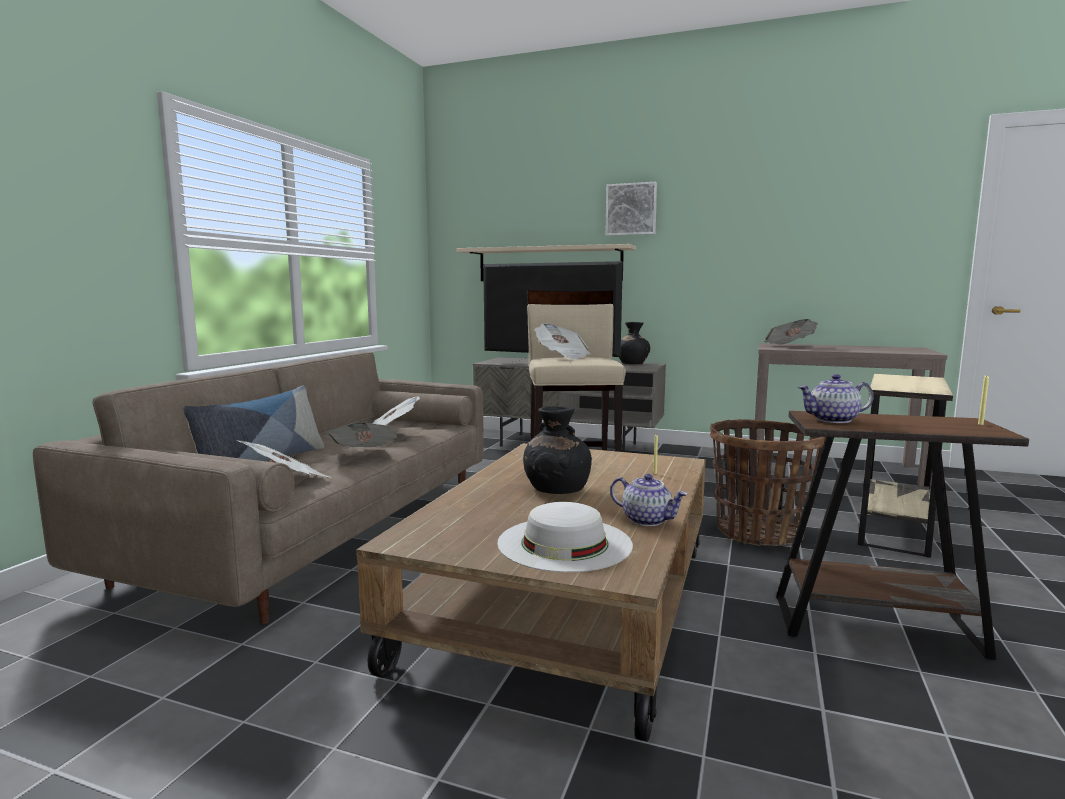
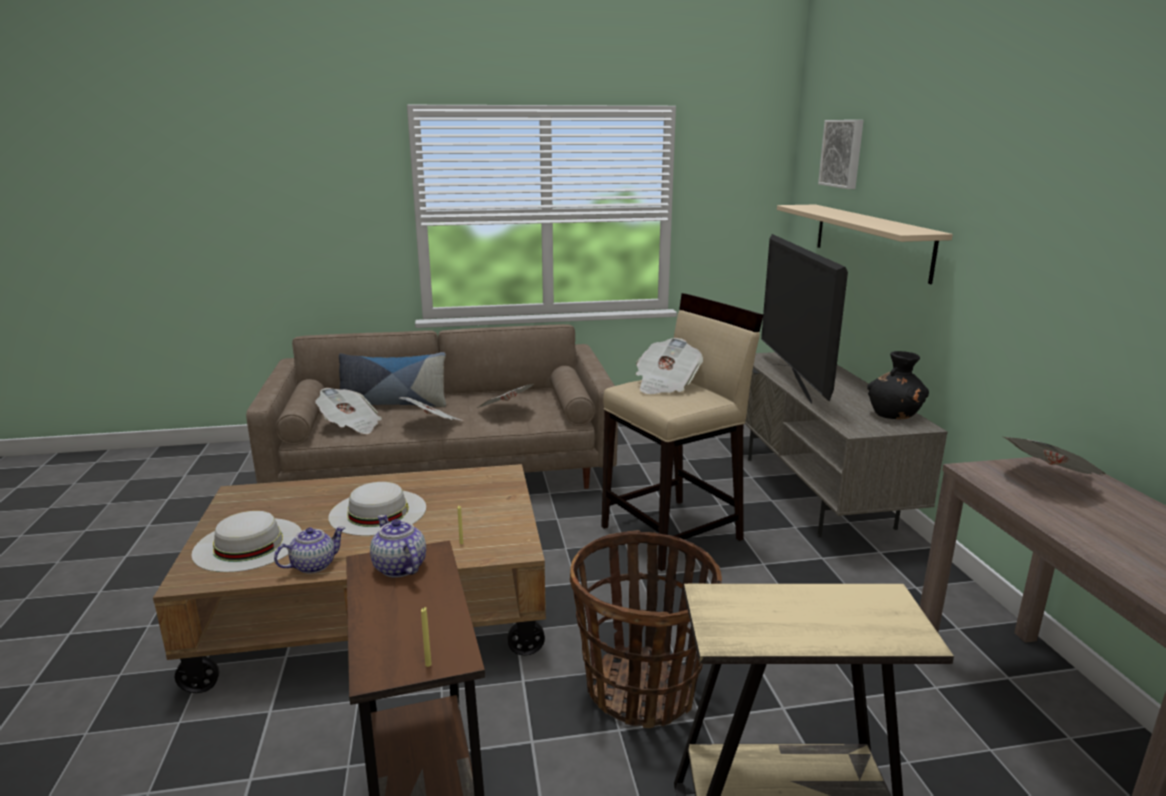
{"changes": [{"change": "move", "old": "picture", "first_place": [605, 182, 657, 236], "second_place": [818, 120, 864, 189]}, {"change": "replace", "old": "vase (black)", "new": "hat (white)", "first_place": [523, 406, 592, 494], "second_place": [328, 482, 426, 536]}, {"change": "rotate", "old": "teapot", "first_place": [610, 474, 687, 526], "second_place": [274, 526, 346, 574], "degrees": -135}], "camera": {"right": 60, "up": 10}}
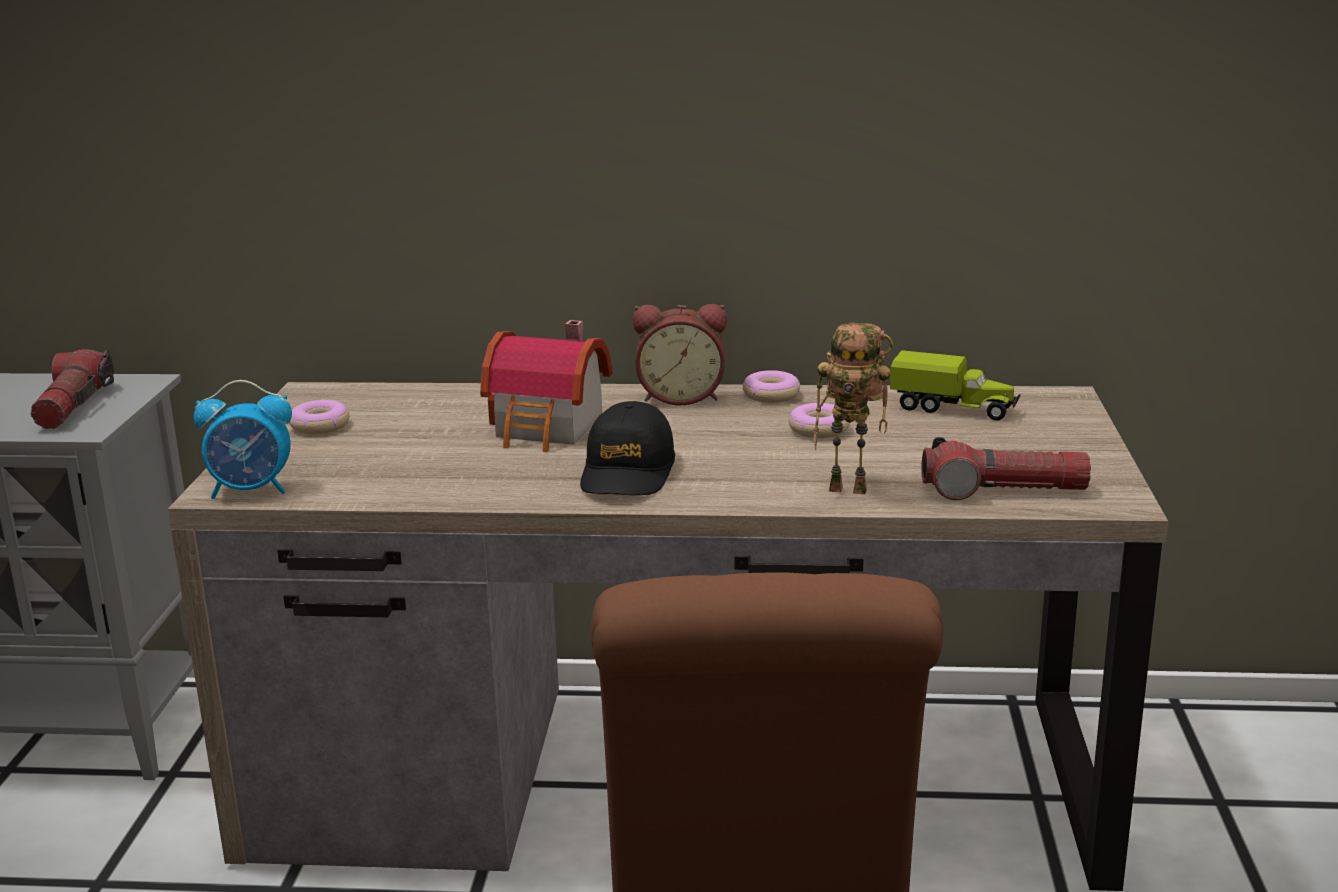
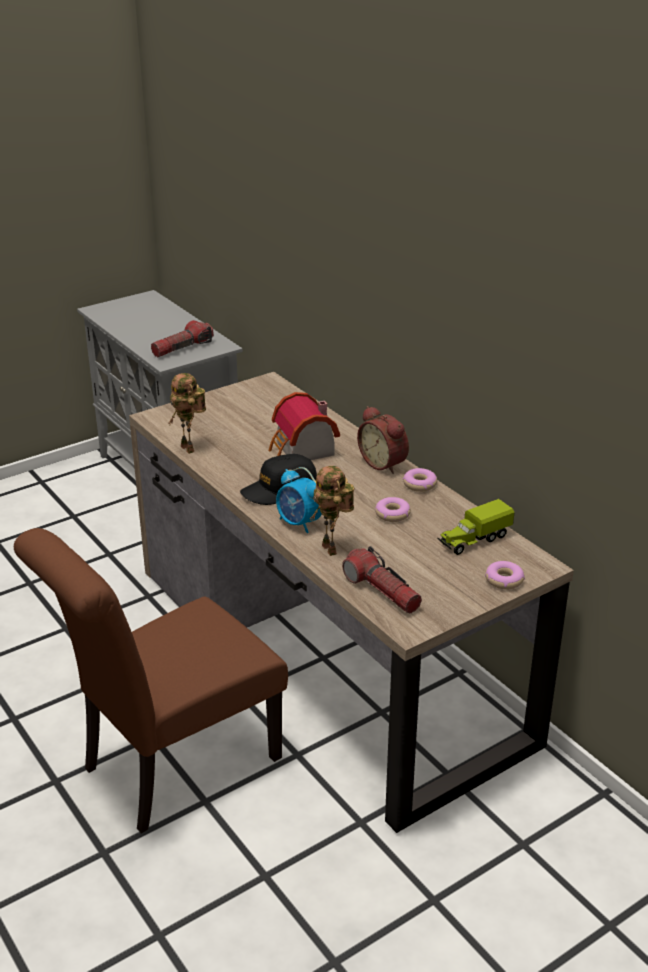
{"changes": [{"change": "rotate", "old": "toy truck", "first_place": [890, 350, 1021, 421], "second_place": [438, 499, 515, 555], "degrees": 75}, {"change": "move", "old": "alarm clock", "first_place": [194, 380, 292, 499], "second_place": [276, 467, 322, 533]}, {"change": "move", "old": "donut", "first_place": [289, 400, 350, 434], "second_place": [485, 561, 525, 589]}, {"change": "insert", "new": "toy robot", "second_place": [168, 373, 206, 454]}], "camera": {"right": 50, "up": 10}}
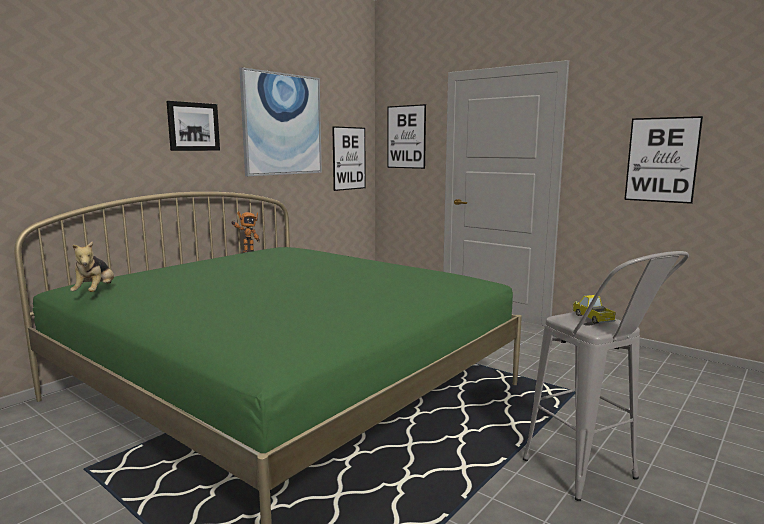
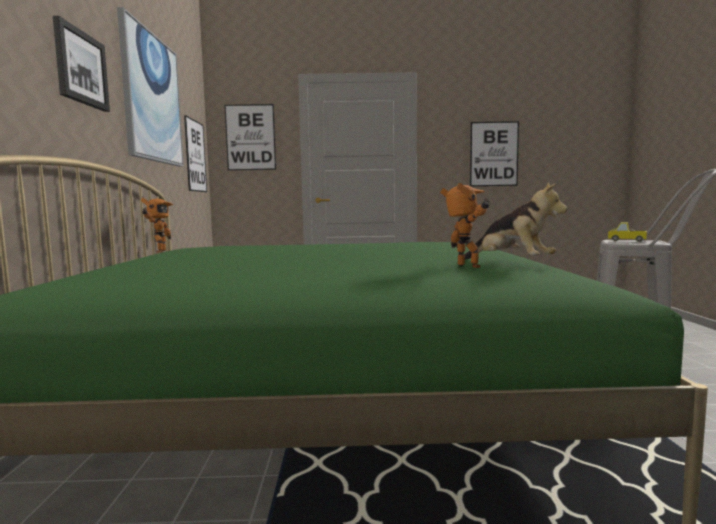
{"changes": [{"change": "move", "old": "plush toy", "first_place": [70, 241, 114, 292], "second_place": [465, 182, 567, 259]}, {"change": "insert", "new": "toy robot", "second_place": [440, 183, 491, 268]}], "camera": {"right": -40, "up": -5}}
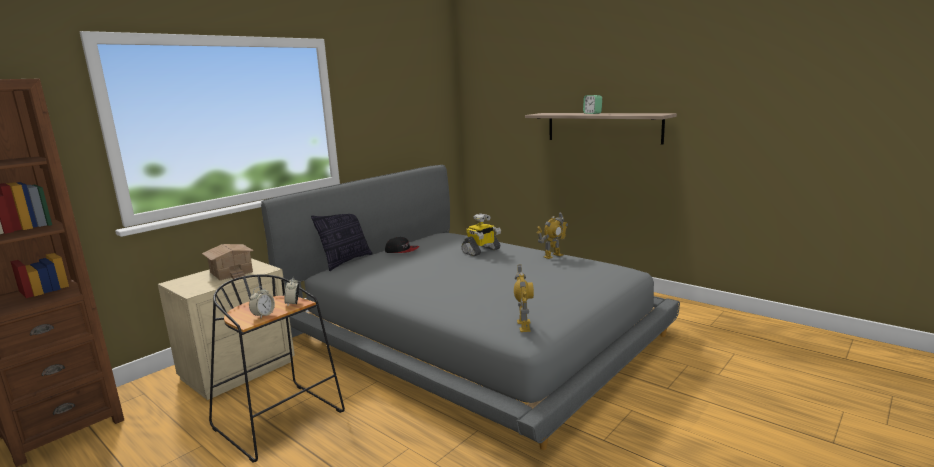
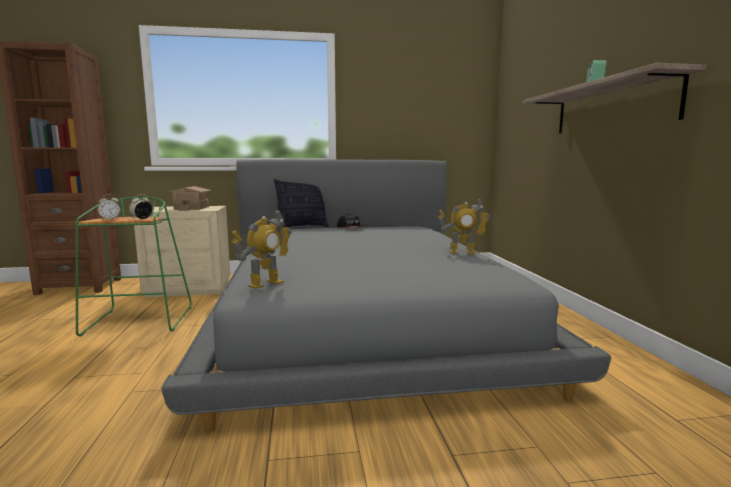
{"changes": [{"change": "delete", "old": "toy robot", "first_place": [461, 213, 501, 256]}, {"change": "recolor", "old": "stool (black)", "new": "stool (green)", "first_place": [209, 275, 345, 462], "second_place": [76, 197, 191, 336]}], "camera": {"right": 40, "up": -5}}
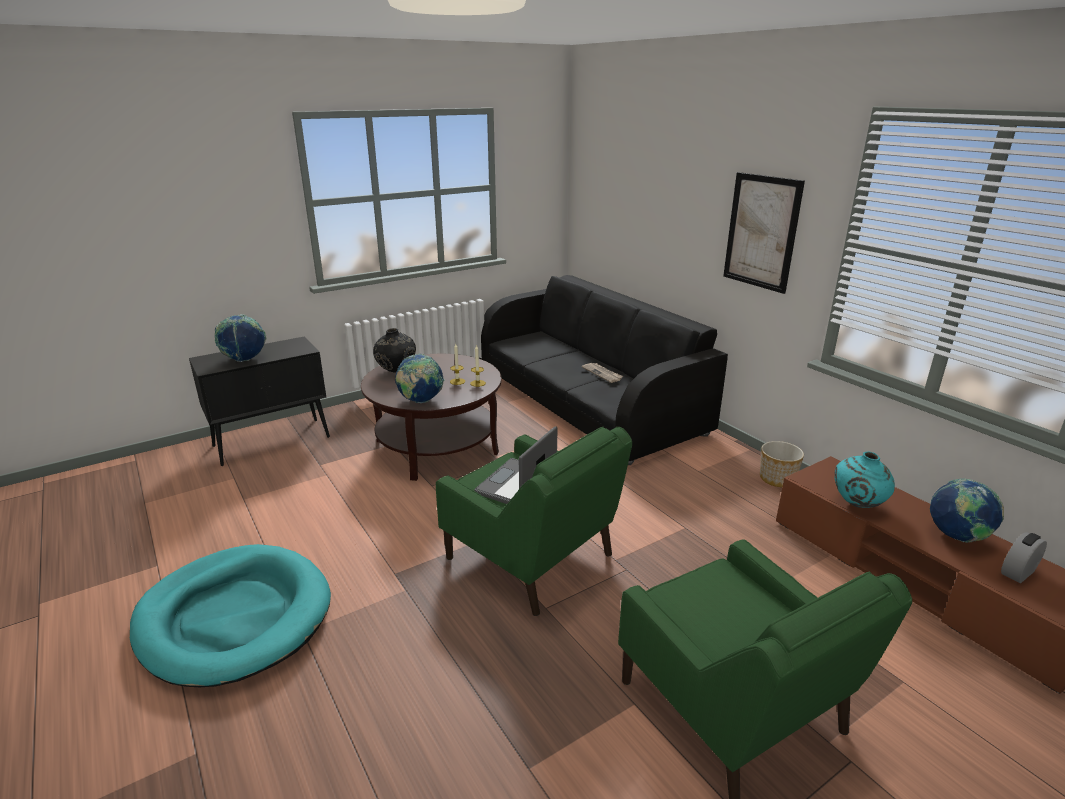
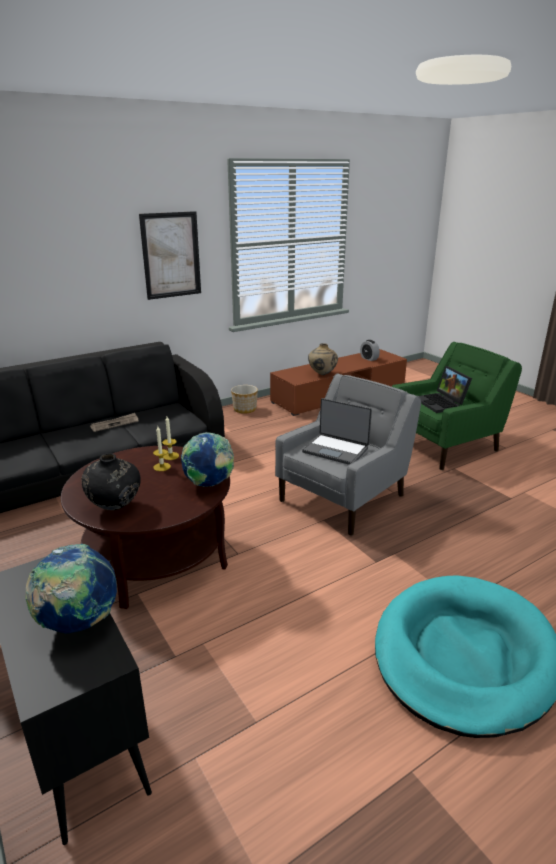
{"changes": [{"change": "recolor", "old": "armchair (green)", "new": "armchair (grey)", "first_place": [436, 427, 632, 616], "second_place": [275, 374, 421, 535]}, {"change": "recolor", "old": "vase (turquoise)", "new": "vase (beige)", "first_place": [834, 451, 895, 508], "second_place": [308, 343, 338, 375]}, {"change": "delete", "old": "globe", "first_place": [930, 478, 1004, 543]}, {"change": "insert", "new": "laptop", "second_place": [419, 366, 472, 413]}], "camera": {"right": -90, "up": 0}}
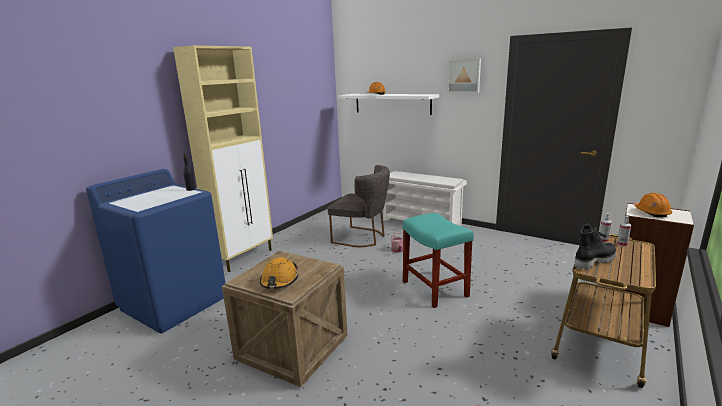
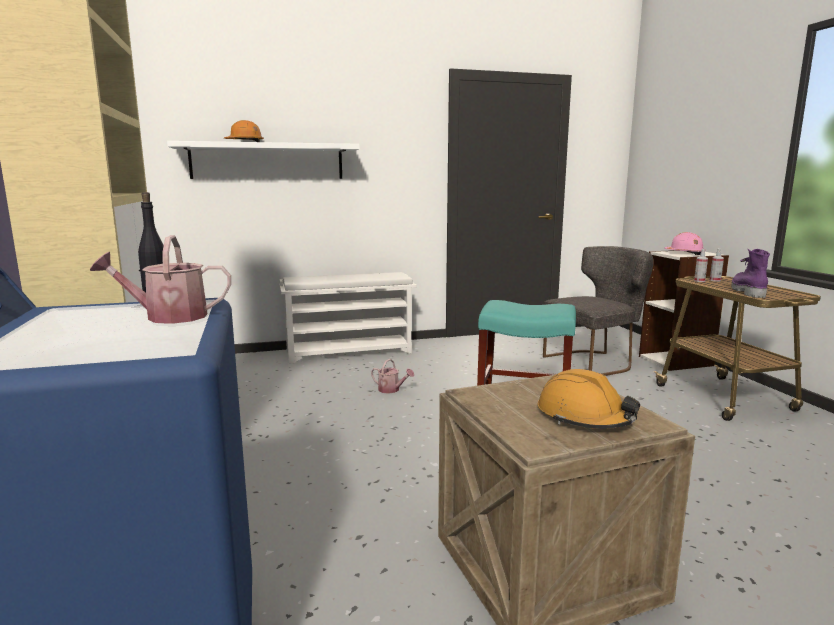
{"changes": [{"change": "delete", "old": "picture", "first_place": [448, 59, 481, 93]}, {"change": "move", "old": "chair (grey)", "first_place": [327, 165, 390, 247], "second_place": [543, 246, 653, 376]}, {"change": "recolor", "old": "hard hat (orange)", "new": "hard hat (pink)", "first_place": [634, 193, 672, 218], "second_place": [664, 232, 704, 255]}, {"change": "recolor", "old": "boot (black)", "new": "boot (purple)", "first_place": [574, 223, 616, 270], "second_place": [731, 249, 770, 298]}, {"change": "insert", "new": "watering can", "second_place": [90, 235, 231, 324]}], "camera": {"right": -50, "up": -5}}
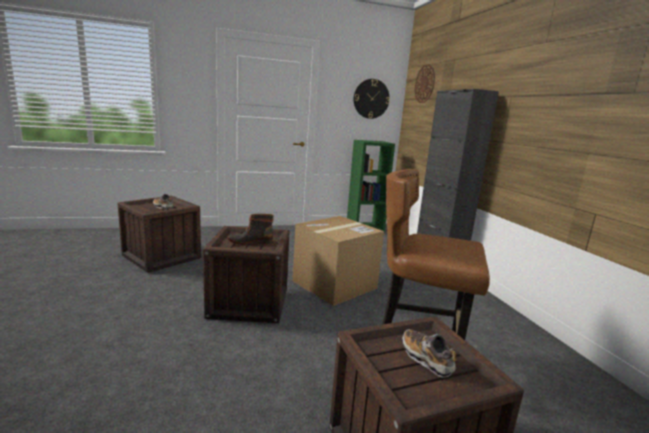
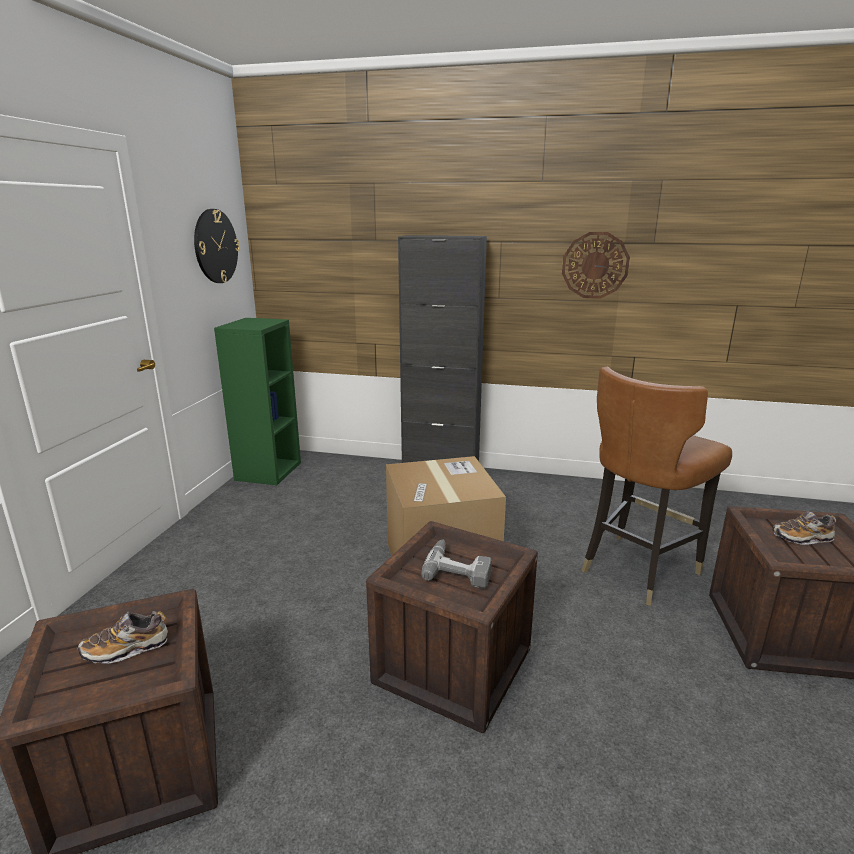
{"changes": [{"change": "move", "old": "wall clock", "first_place": [414, 64, 435, 103], "second_place": [562, 232, 630, 299]}, {"change": "replace", "old": "boot", "new": "power drill", "first_place": [227, 214, 274, 245], "second_place": [421, 539, 492, 589]}], "camera": {"right": -60, "up": 5}}
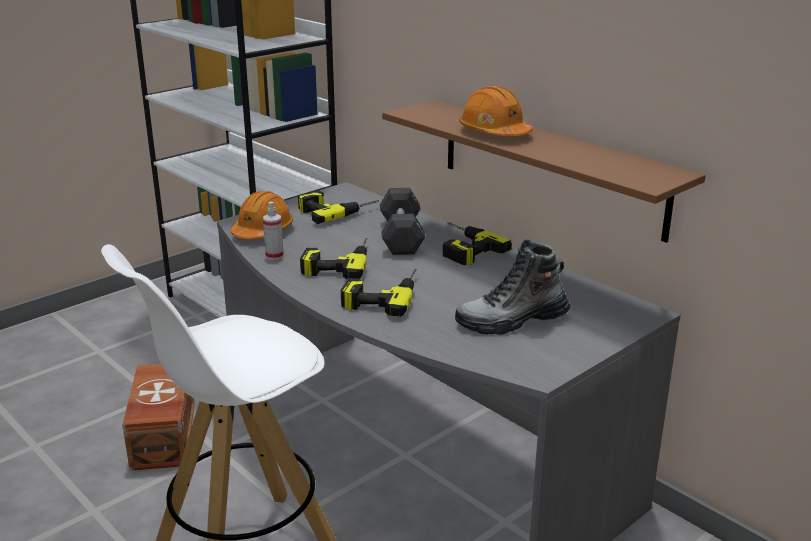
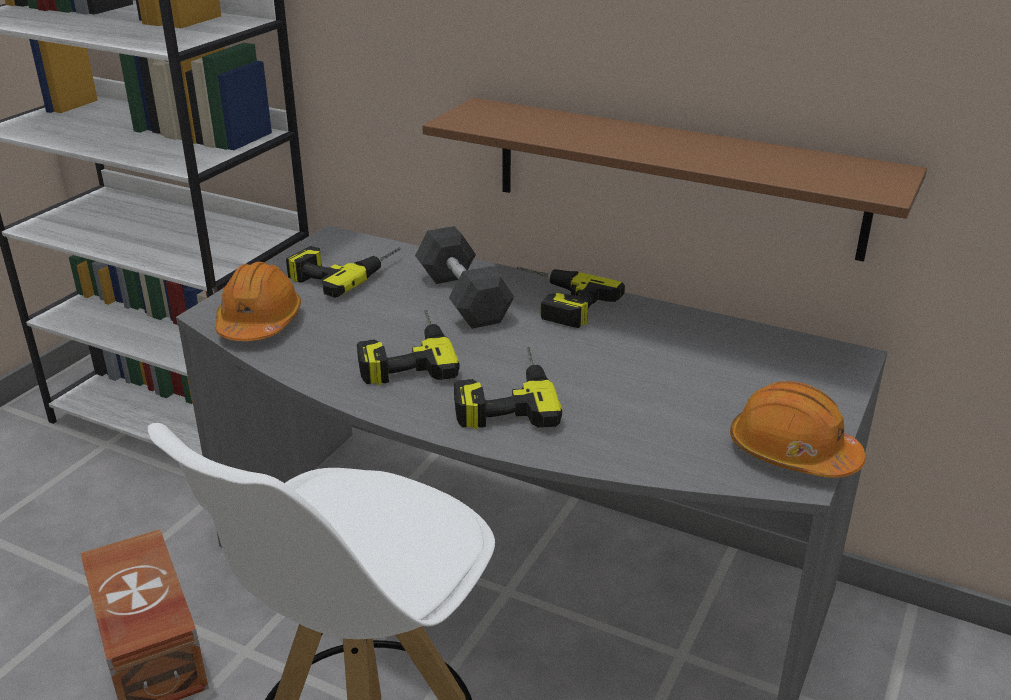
{"changes": [{"change": "move", "old": "hard hat (orange)", "first_place": [459, 86, 533, 136], "second_place": [730, 381, 865, 478]}, {"change": "delete", "old": "spray bottle", "first_place": [263, 202, 284, 260]}, {"change": "delete", "old": "boot", "first_place": [455, 239, 571, 335]}], "camera": {"right": -20, "up": 5}}
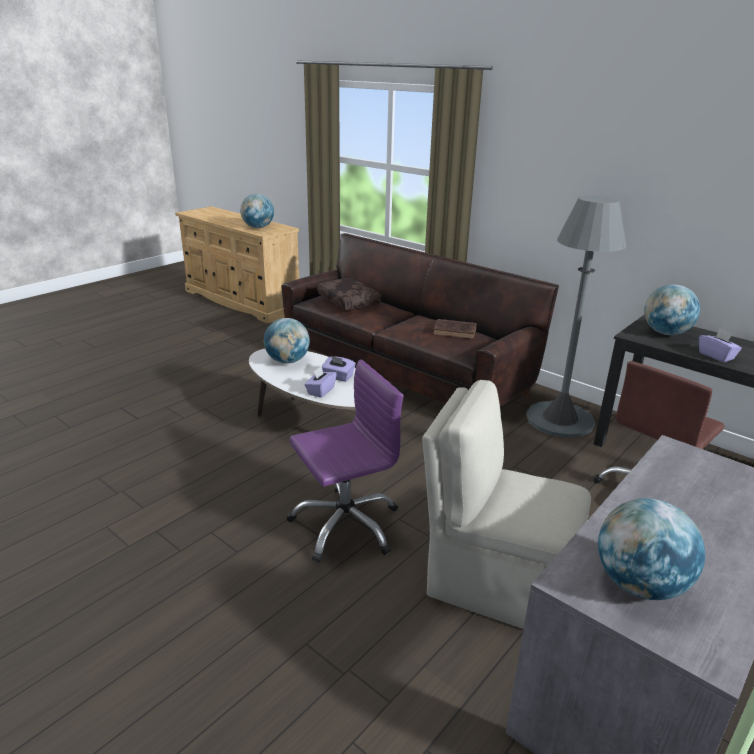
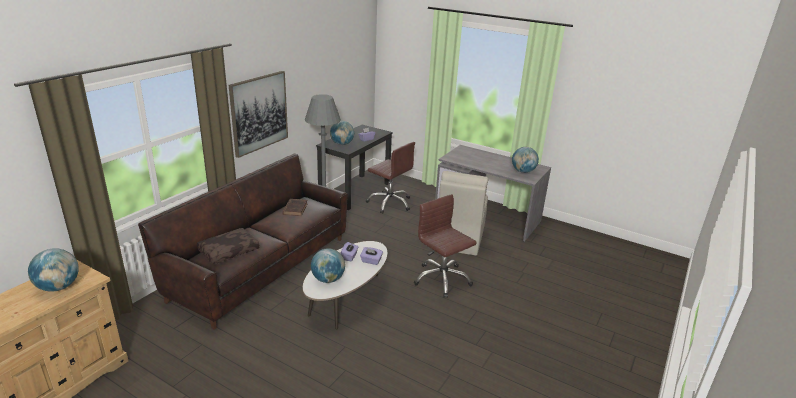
{"changes": [{"change": "recolor", "old": "office chair (purple)", "new": "office chair (brown)", "first_place": [286, 359, 404, 563], "second_place": [414, 194, 477, 298]}, {"change": "insert", "new": "picture", "second_place": [229, 71, 288, 158]}], "camera": {"right": -100, "up": 0}}
